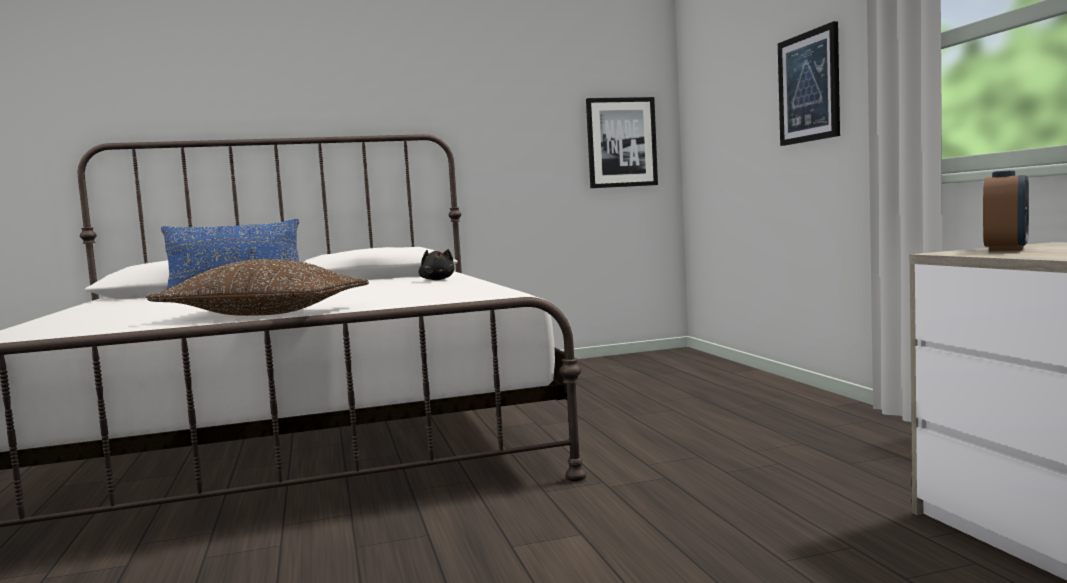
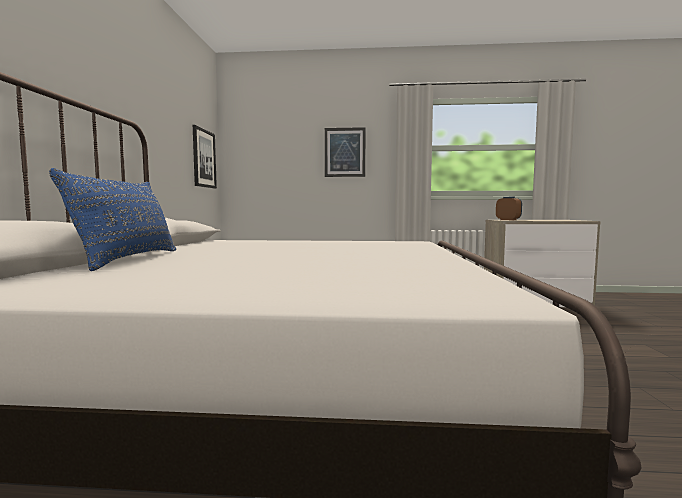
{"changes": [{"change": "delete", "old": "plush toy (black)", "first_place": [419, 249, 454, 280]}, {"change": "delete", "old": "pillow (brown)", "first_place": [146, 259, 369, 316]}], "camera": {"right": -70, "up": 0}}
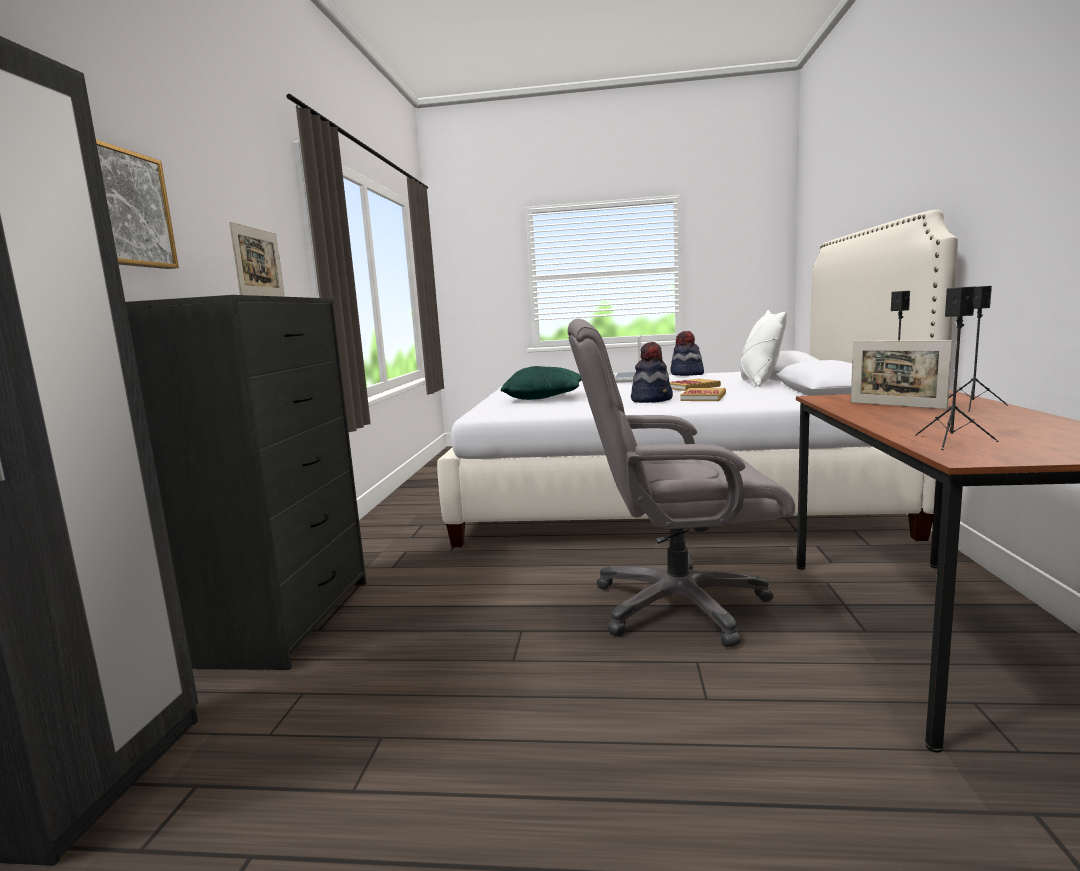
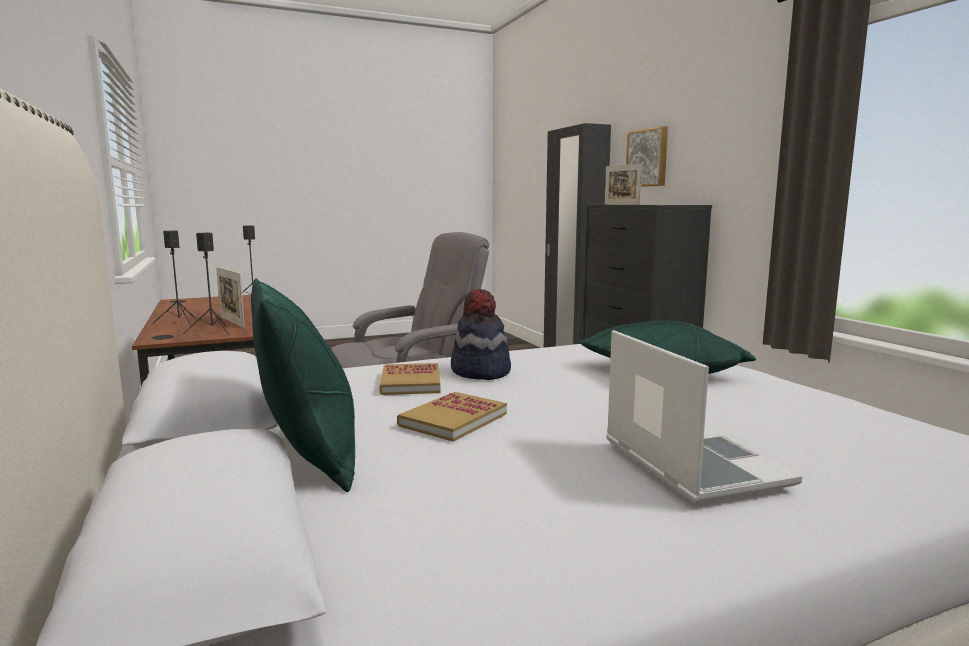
{"changes": [{"change": "recolor", "old": "pillow (white)", "new": "pillow (green)", "first_place": [741, 310, 787, 387], "second_place": [251, 278, 355, 492]}, {"change": "delete", "old": "hat", "first_place": [671, 331, 704, 376]}, {"change": "rotate", "old": "picture frame", "first_place": [851, 340, 952, 409], "second_place": [216, 267, 245, 328], "degrees": -150}], "camera": {"right": 150, "up": 0}}
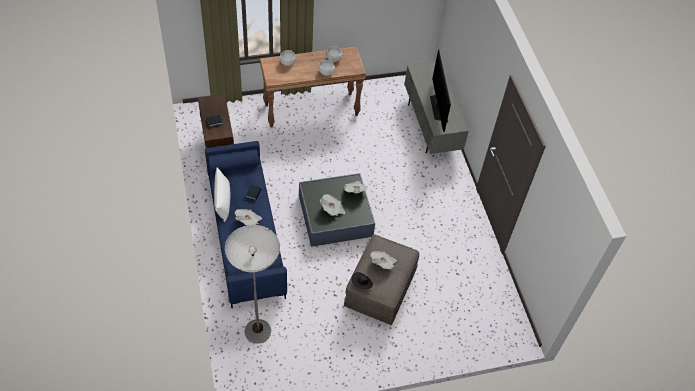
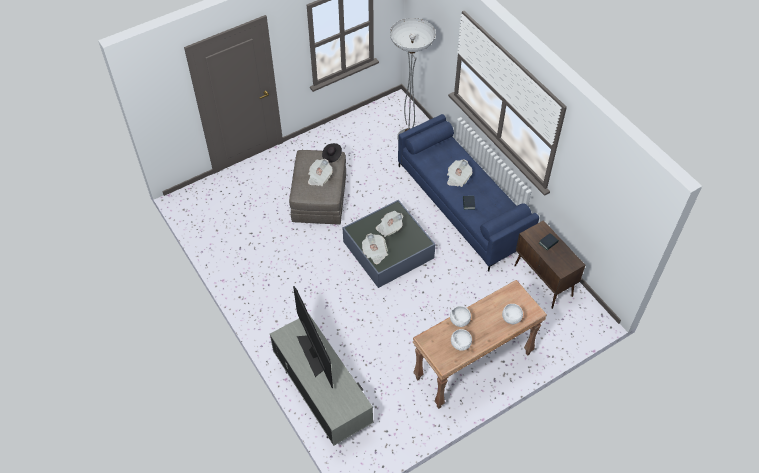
{"changes": [{"change": "delete", "old": "pillow (white)", "first_place": [214, 168, 230, 222]}], "camera": {"right": 165, "up": 0}}
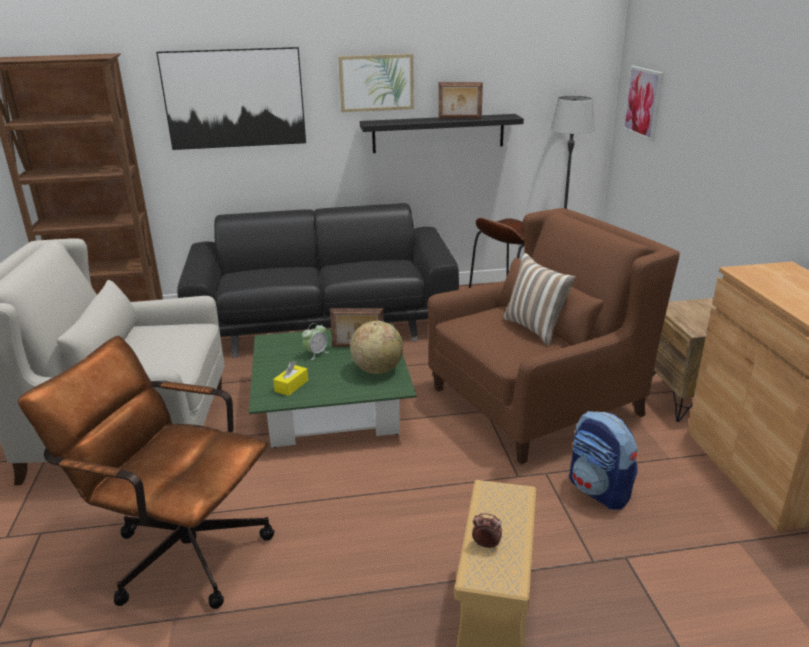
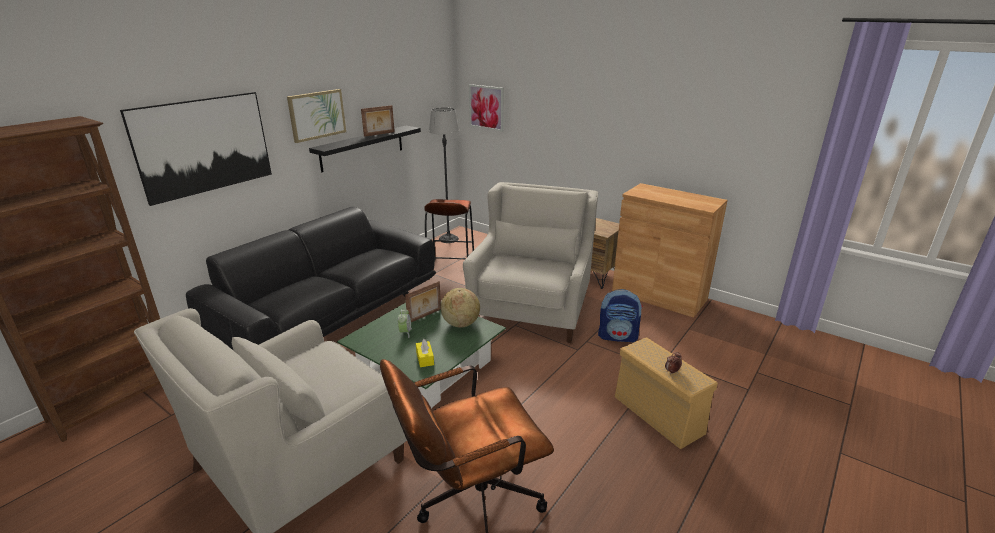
{"changes": [{"change": "recolor", "old": "armchair (brown)", "new": "armchair (white)", "first_place": [427, 208, 680, 464], "second_place": [463, 182, 598, 343]}, {"change": "delete", "old": "pillow", "first_place": [503, 253, 576, 346]}], "camera": {"right": -45, "up": 0}}
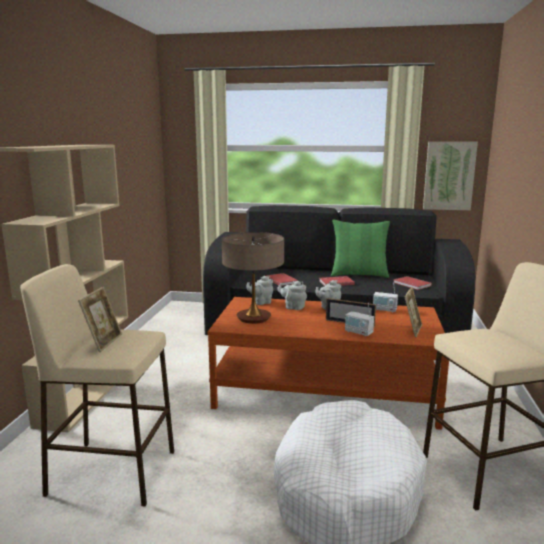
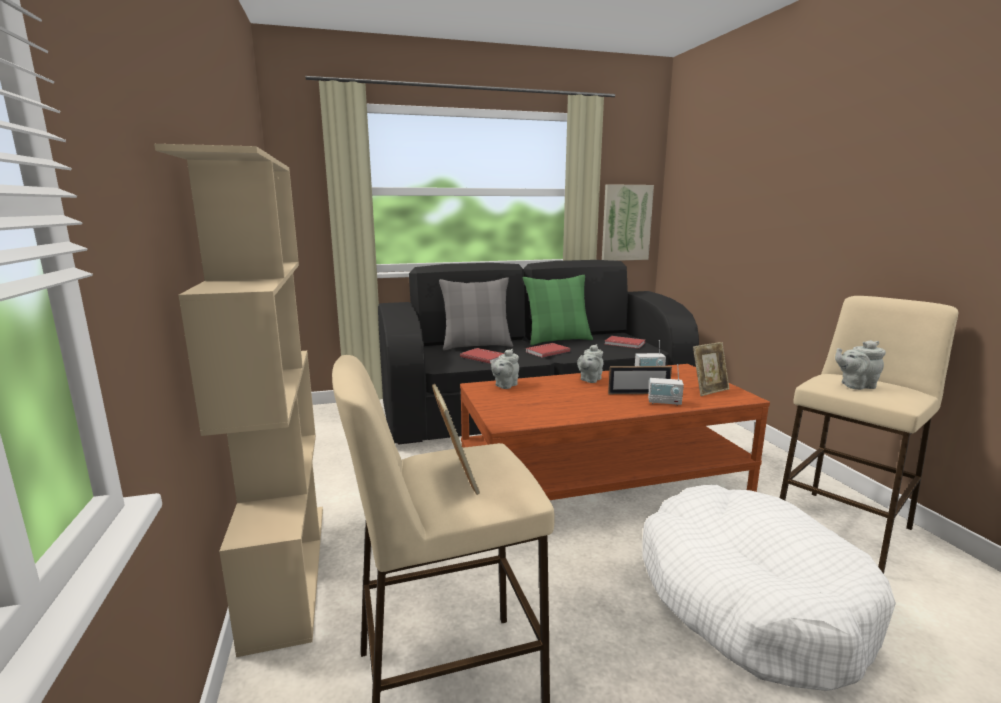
{"changes": [{"change": "delete", "old": "table lamp", "first_place": [222, 232, 284, 324]}, {"change": "move", "old": "teapot (grey)", "first_place": [277, 281, 307, 310], "second_place": [835, 340, 886, 390]}, {"change": "rotate", "old": "picture frame", "first_place": [405, 287, 422, 337], "second_place": [693, 342, 730, 396], "degrees": 60}, {"change": "insert", "new": "pillow (grey)", "second_place": [439, 277, 513, 350]}], "camera": {"right": -25, "up": 0}}
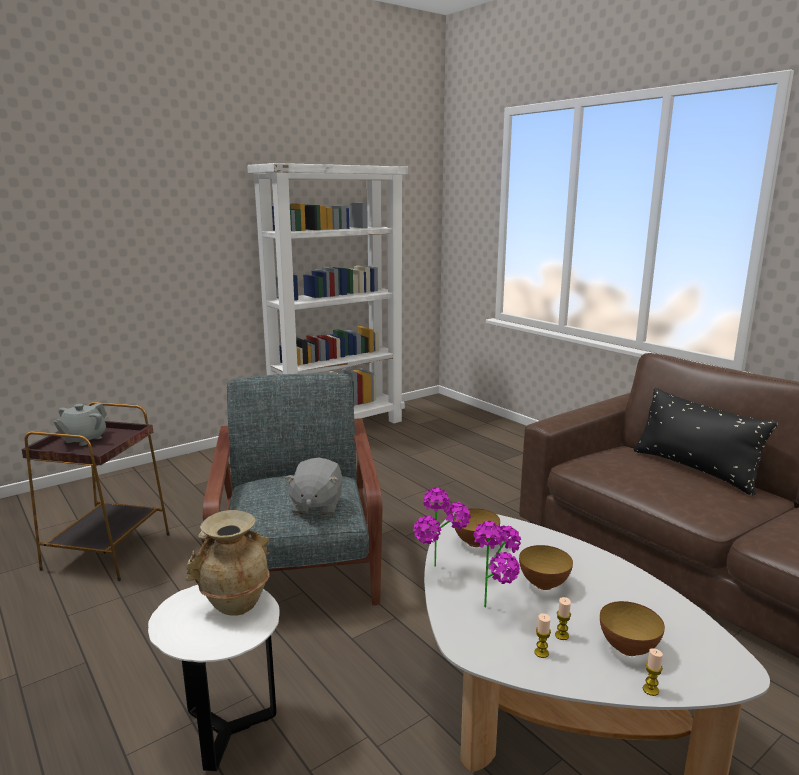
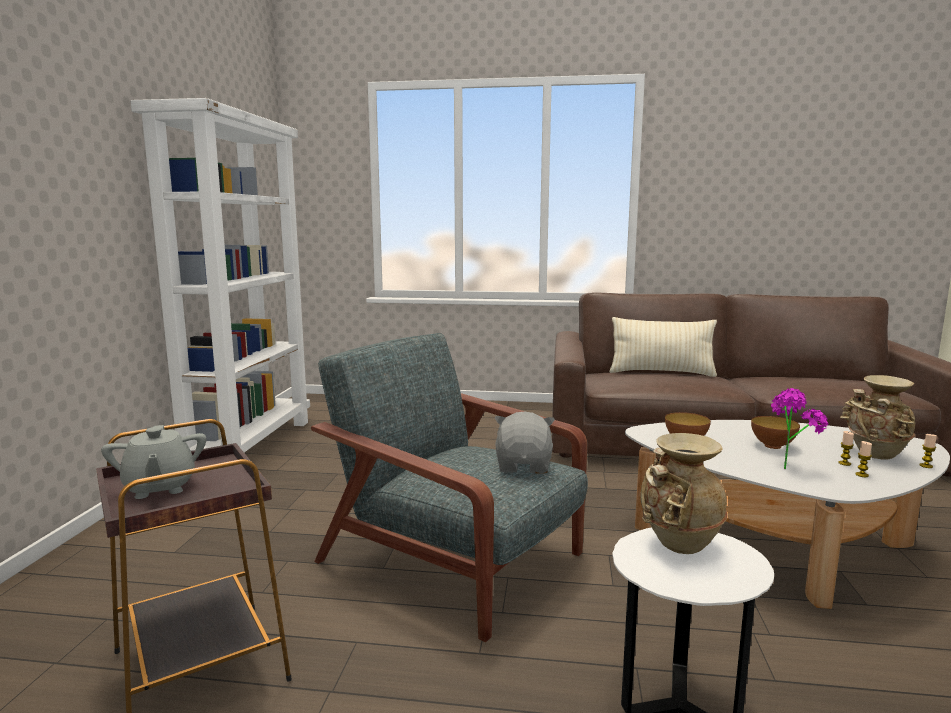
{"changes": [{"change": "recolor", "old": "pillow (black)", "new": "pillow (beige)", "first_place": [634, 388, 778, 495], "second_place": [609, 317, 717, 377]}, {"change": "rotate", "old": "plush toy (grey)", "first_place": [284, 457, 343, 516], "second_place": [495, 412, 555, 474], "degrees": -135}, {"change": "delete", "old": "potted plant", "first_place": [413, 488, 471, 566]}, {"change": "replace", "old": "bowl", "new": "vase (beige)", "first_place": [600, 601, 665, 656], "second_place": [840, 375, 915, 460]}], "camera": {"right": -45, "up": -5}}
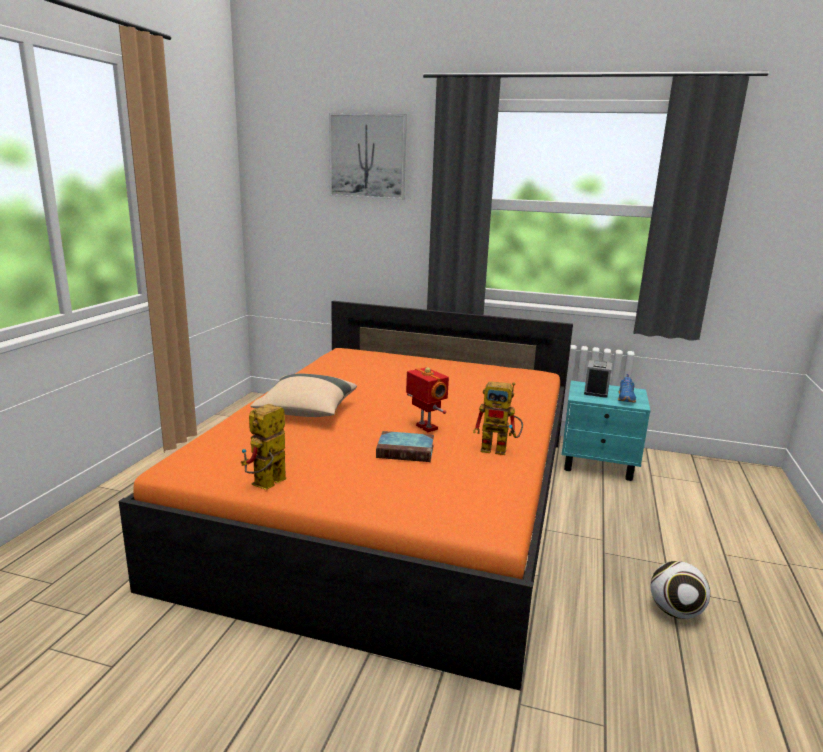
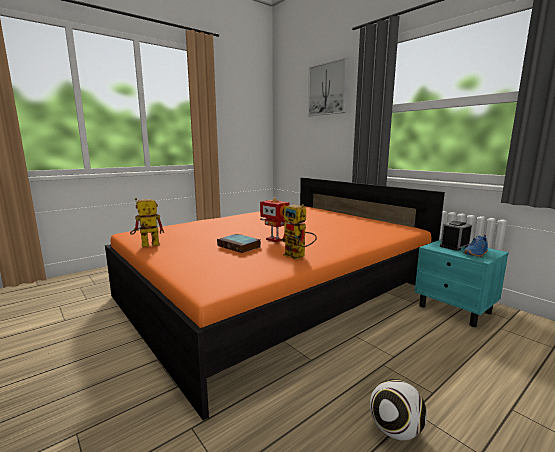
{"changes": [{"change": "rotate", "old": "toy robot", "first_place": [406, 367, 449, 432], "second_place": [260, 197, 289, 242], "degrees": 135}, {"change": "delete", "old": "pillow (beige)", "first_place": [251, 374, 357, 417]}], "camera": {"right": 35, "up": -5}}
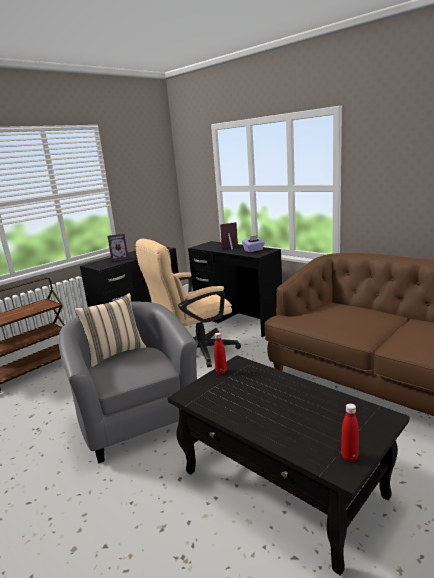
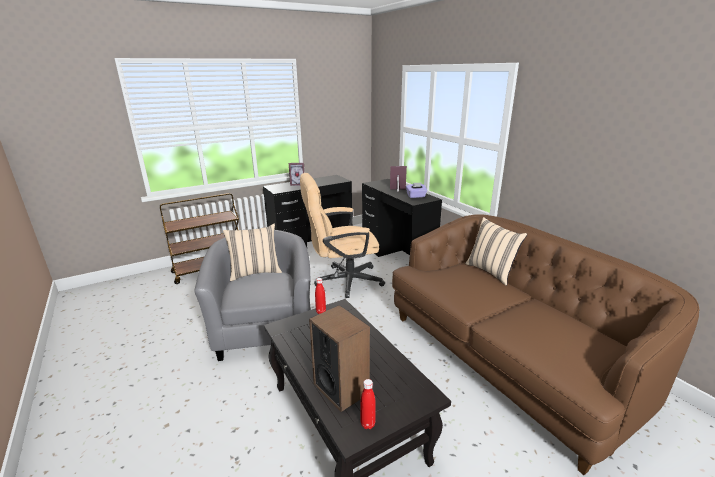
{"changes": [{"change": "insert", "new": "pillow (beige)", "second_place": [465, 217, 527, 286]}, {"change": "insert", "new": "speaker", "second_place": [309, 305, 370, 412]}], "camera": {"right": 15, "up": 5}}
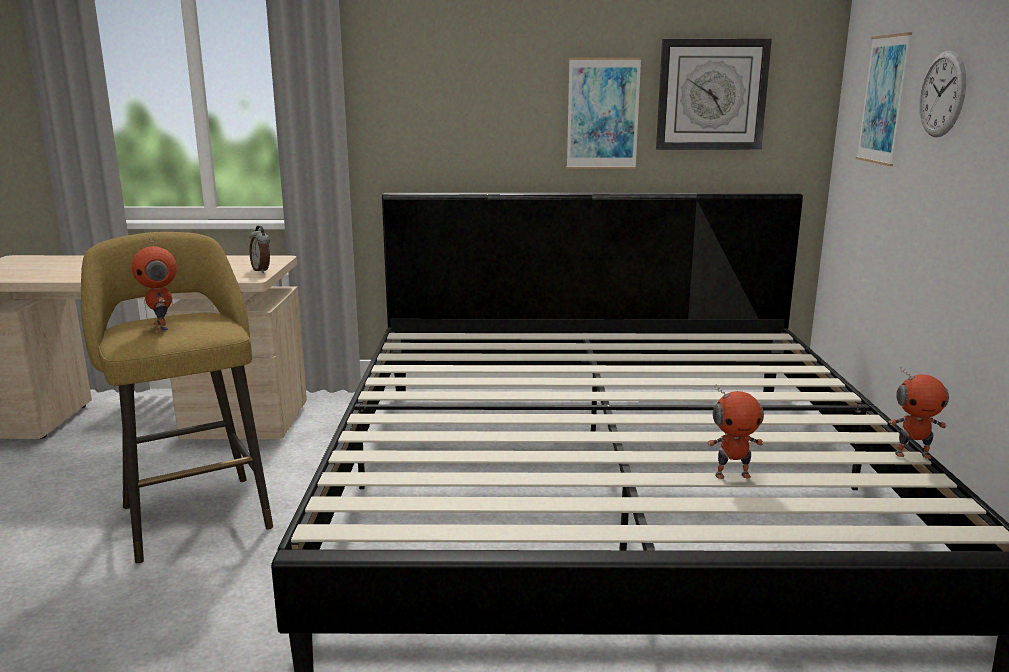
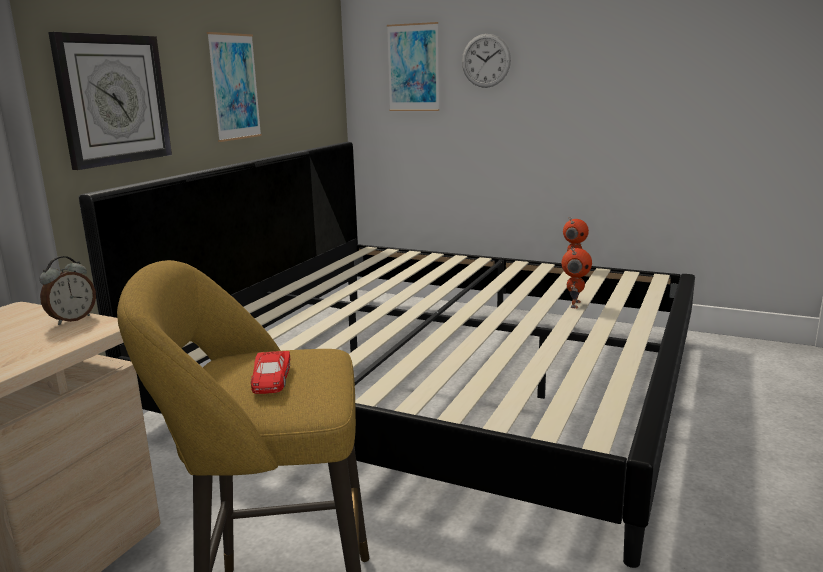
{"changes": [{"change": "move", "old": "wall clock", "first_place": [656, 39, 772, 150], "second_place": [48, 32, 172, 170]}, {"change": "rotate", "old": "alarm clock", "first_place": [249, 226, 270, 273], "second_place": [40, 256, 96, 325], "degrees": -45}, {"change": "replace", "old": "toy robot", "new": "toy car (red)", "first_place": [132, 236, 177, 331], "second_place": [251, 351, 290, 394]}], "camera": {"right": -65, "up": 0}}
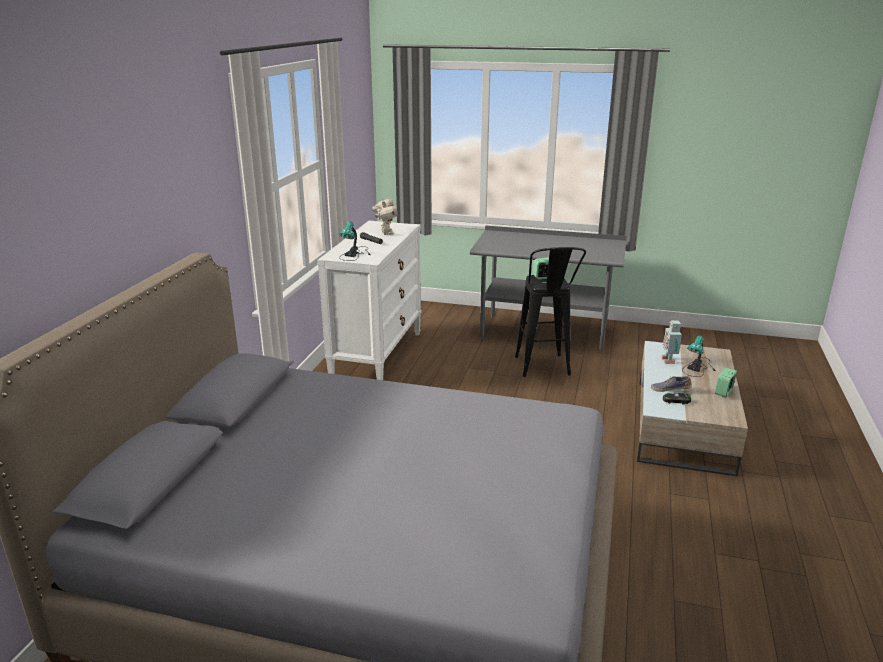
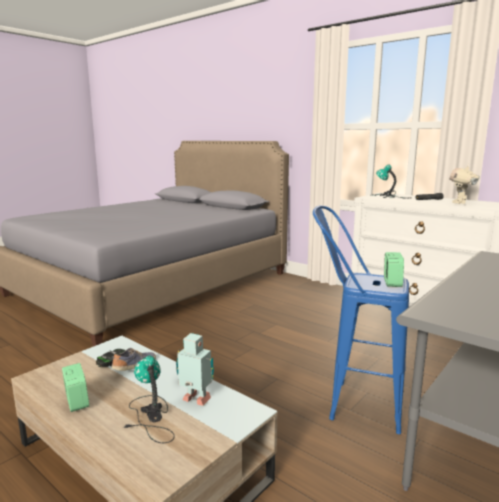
{"changes": [{"change": "rotate", "old": "toy robot", "first_place": [372, 198, 398, 235], "second_place": [449, 164, 480, 204], "degrees": 105}, {"change": "recolor", "old": "stool (black)", "new": "stool (blue)", "first_place": [515, 247, 586, 377], "second_place": [313, 205, 409, 434]}], "camera": {"right": 115, "up": -10}}
